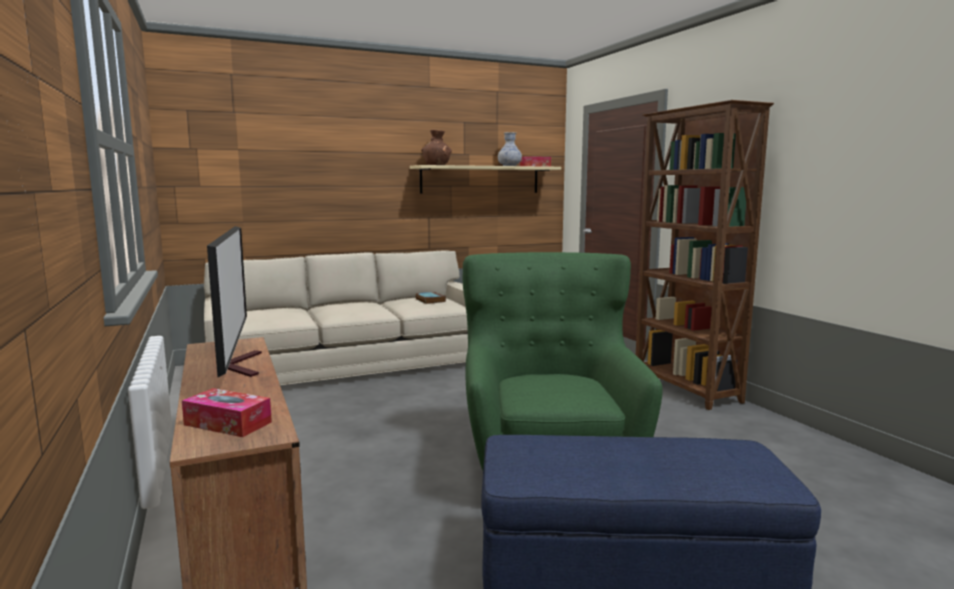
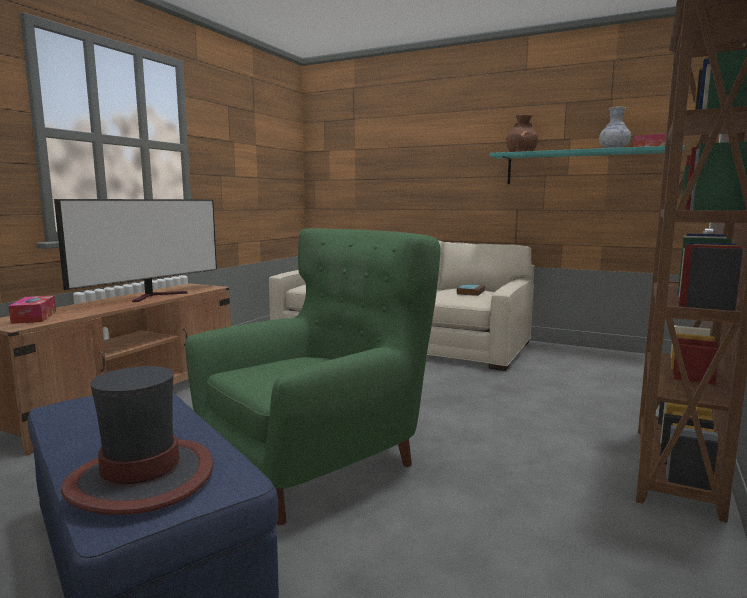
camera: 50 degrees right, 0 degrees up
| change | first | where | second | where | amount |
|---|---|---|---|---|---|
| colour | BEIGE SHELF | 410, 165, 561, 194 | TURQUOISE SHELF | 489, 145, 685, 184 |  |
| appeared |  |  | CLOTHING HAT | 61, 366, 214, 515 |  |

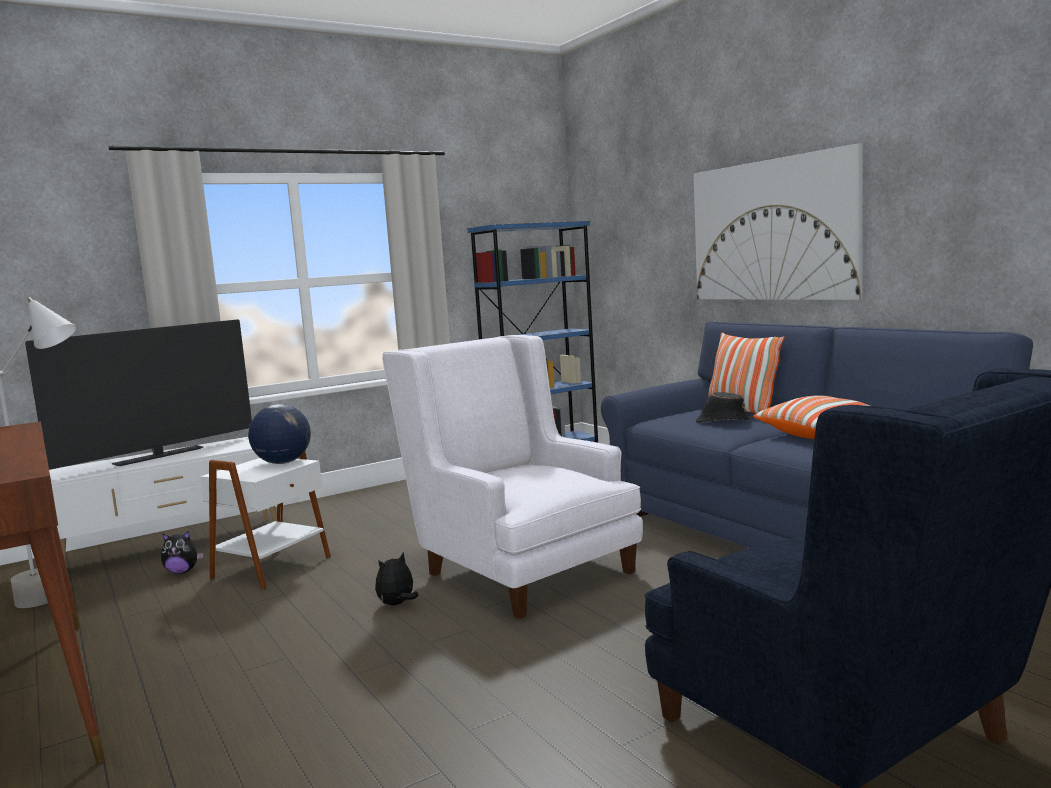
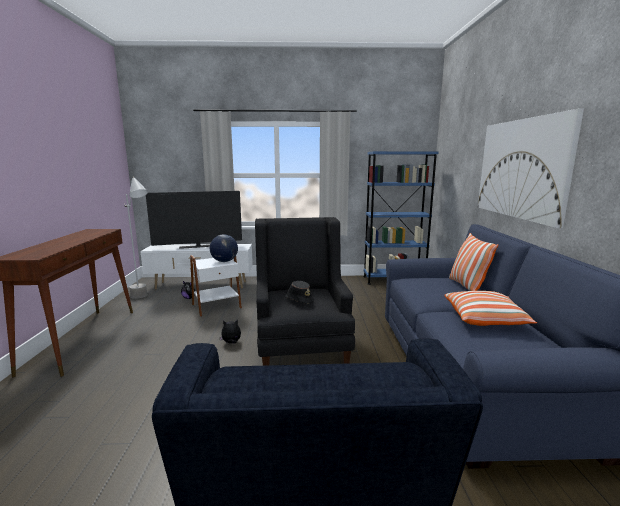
camera: 30 degrees right, 5 degrees up
| change | first | where | second | where | amount |
|---|---|---|---|---|---|
| colour | WHITISH ARMCHAIR | 382, 335, 643, 619 | BLACK ARMCHAIR | 255, 217, 355, 366 |  |
| relocated | BLACK CLOTHING HAT | 696, 392, 750, 423 |  | 285, 281, 314, 304 |  |

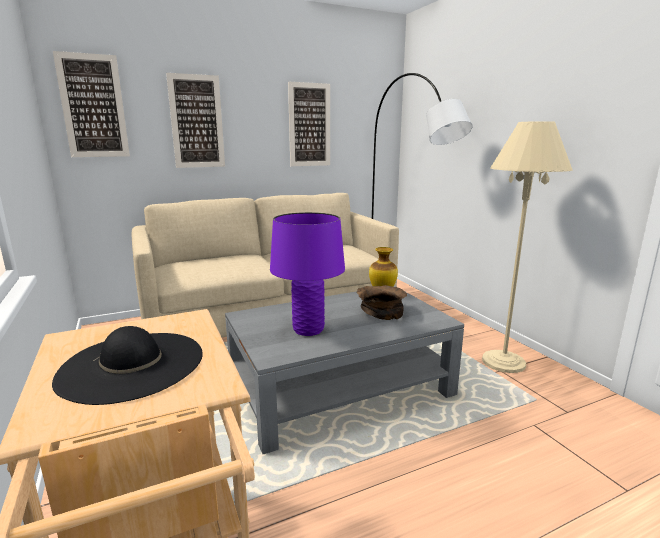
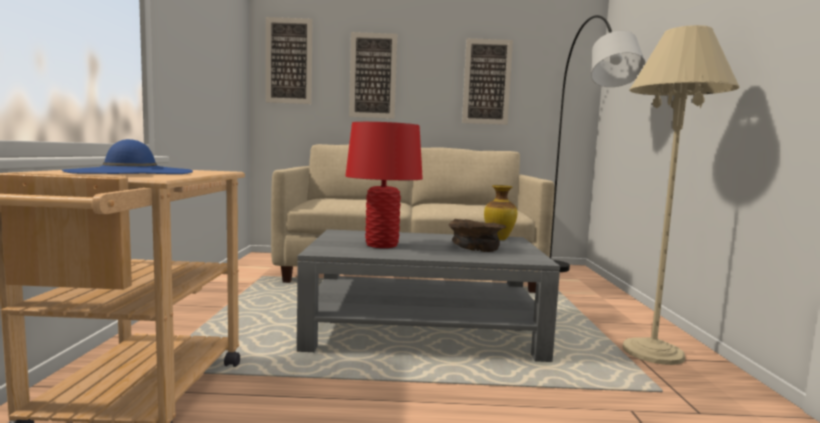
camera: 25 degrees right, 10 degrees down
| change | first | where | second | where | amount |
|---|---|---|---|---|---|
| colour | BLACK CLOTHING HAT | 52, 326, 203, 405 | BLUISH CLOTHING HAT | 62, 139, 193, 174 |  |
| colour | PURPLE TABLETOP LAMP | 270, 212, 345, 336 | RED TABLETOP LAMP | 345, 122, 423, 248 |  |

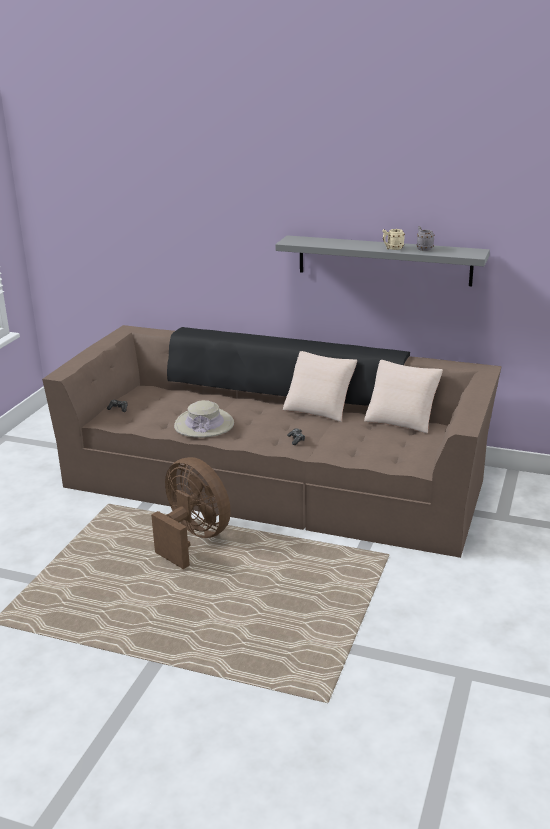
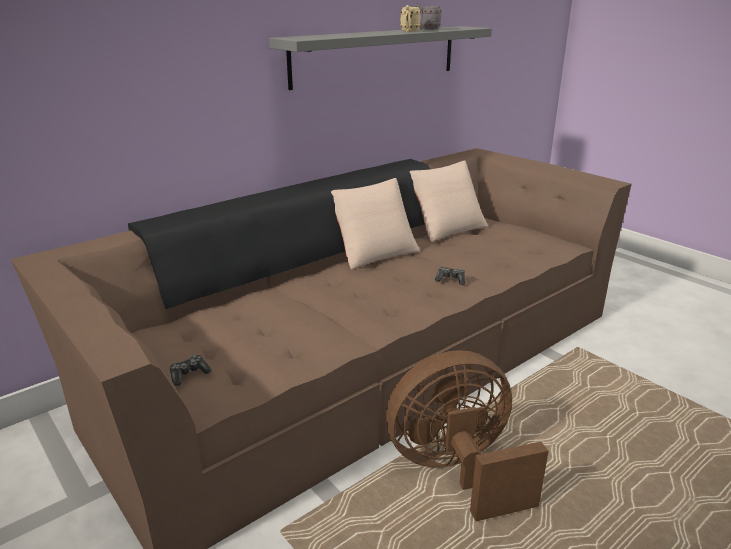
camera: 60 degrees left, 0 degrees up
| change | first | where | second | where | amount |
|---|---|---|---|---|---|
| missing | BEIGE CLOTHING HAT | 174, 400, 234, 438 |  |  |  |

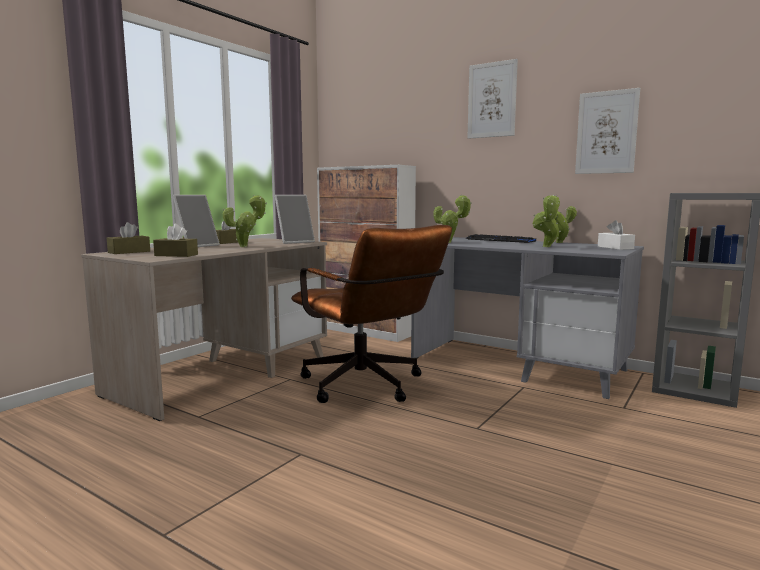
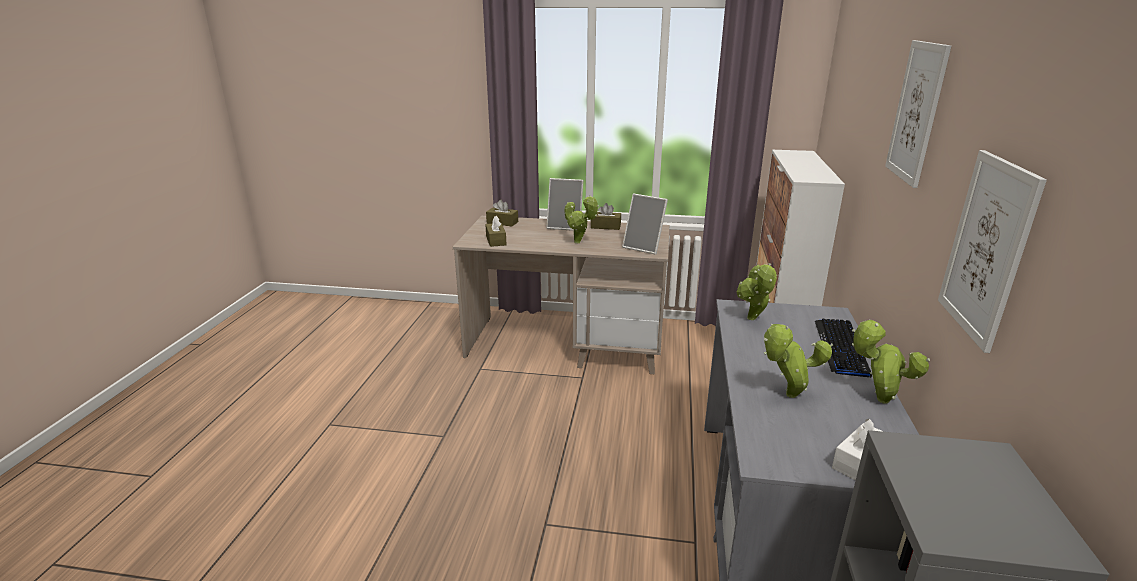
camera: 65 degrees right, 15 degrees up
| change | first | where | second | where | amount |
|---|---|---|---|---|---|
| missing | BROWN OFFICE CHAIR | 291, 225, 452, 403 |  |  |  |

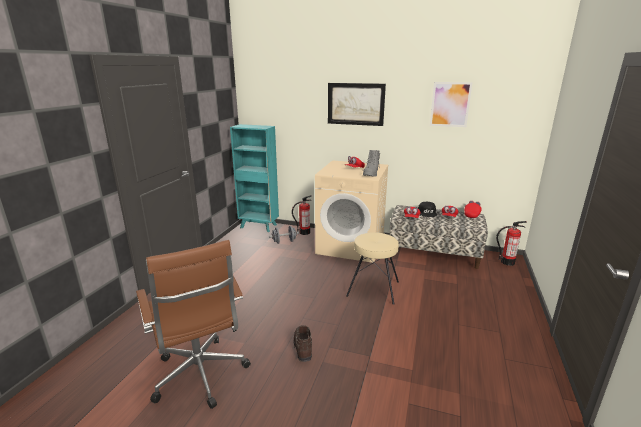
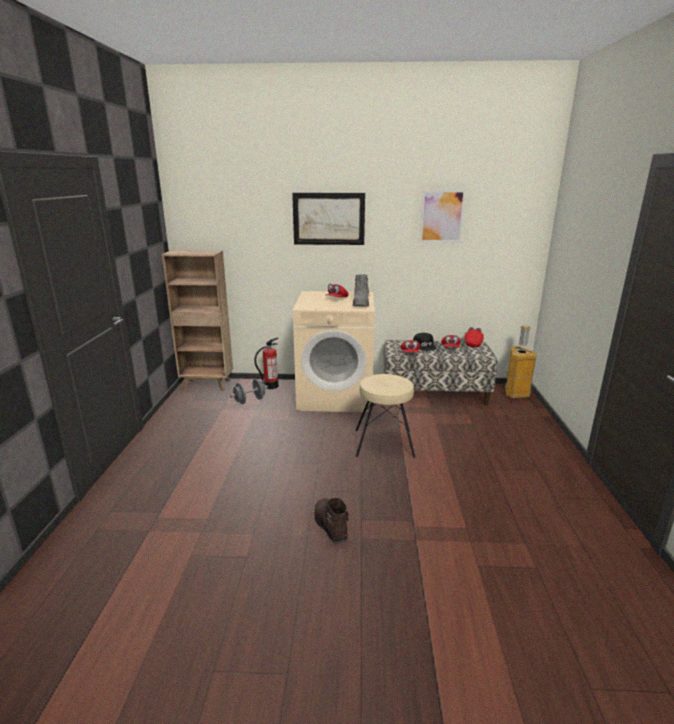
camera: 15 degrees left, 0 degrees up
| change | first | where | second | where | amount |
|---|---|---|---|---|---|
| missing | BROWN OFFICE CHAIR | 136, 240, 251, 409 |  |  |  |
| colour | TURQUOISE BOOKCASE | 230, 124, 279, 232 | BROWN BOOKCASE | 162, 250, 233, 391 |  |
| exchanged | FIRE-FIGHTING CYLINDER | 496, 221, 526, 266 | TRASH CAN | 505, 325, 537, 398 |  |

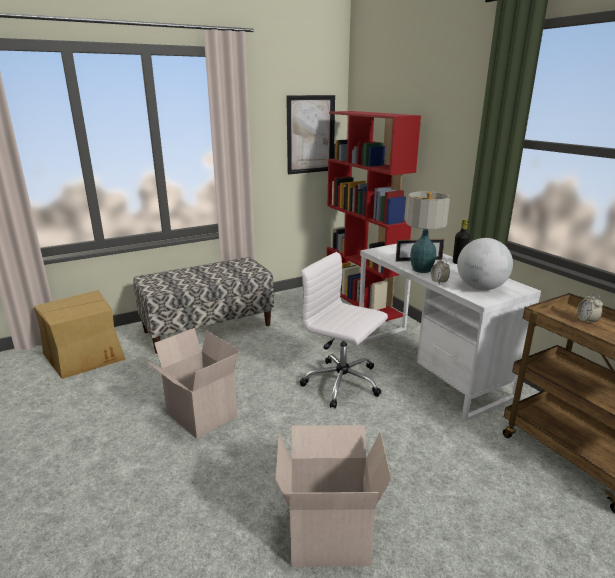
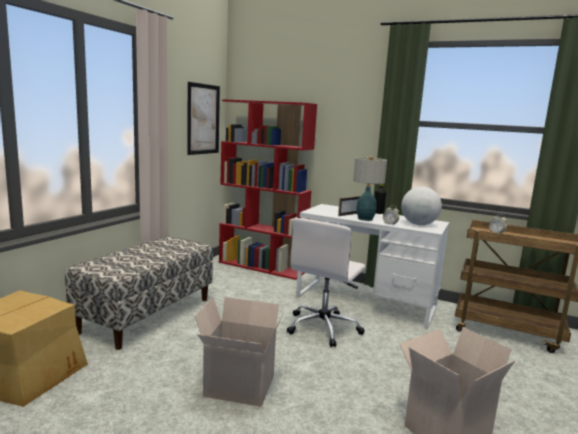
camera: 35 degrees left, 10 degrees down
| change | first | where | second | where | amount |
|---|---|---|---|---|---|
| spun | WHITISH OFFICE CHAIR | 300, 252, 388, 408 |  | 287, 218, 366, 347 | 60 degrees counterclockwise |

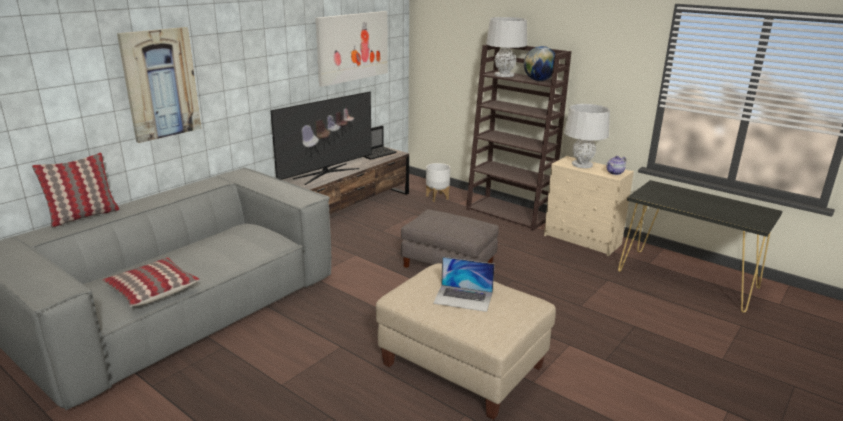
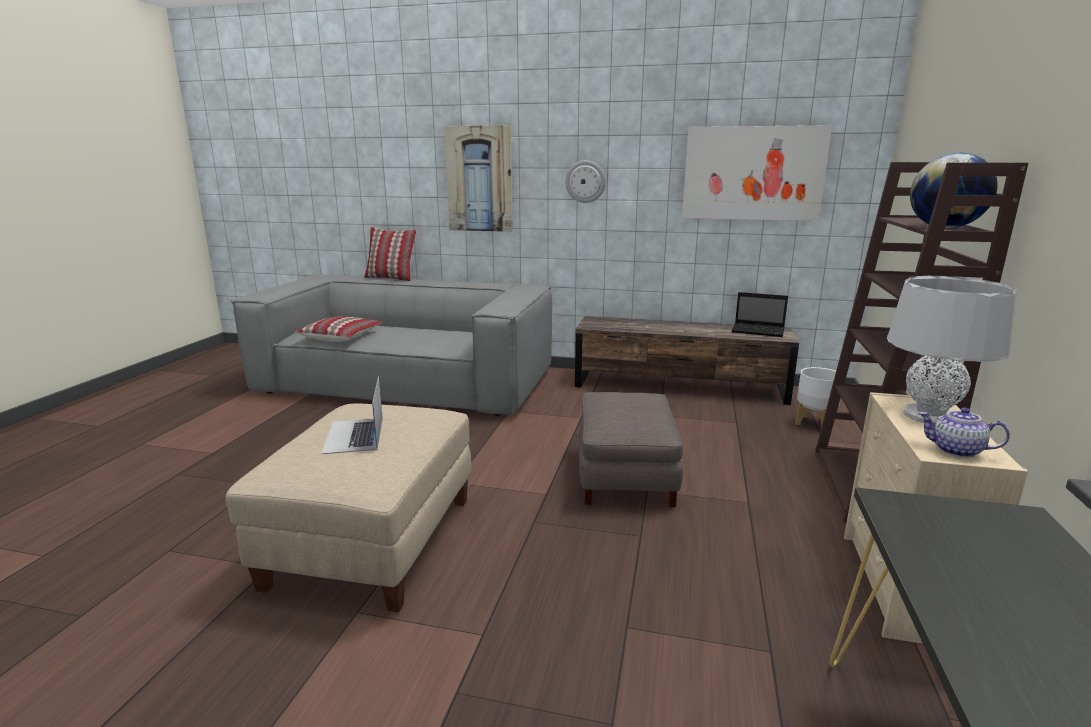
camera: 65 degrees right, 5 degrees down
| change | first | where | second | where | amount |
|---|---|---|---|---|---|
| missing | TV SET | 271, 92, 372, 185 |  |  |  |
| missing | GRAY TABLETOP LAMP | 486, 17, 527, 77 |  |  |  |
| appeared |  |  | CLOCK ON THE WALL | 565, 160, 606, 203 |  |

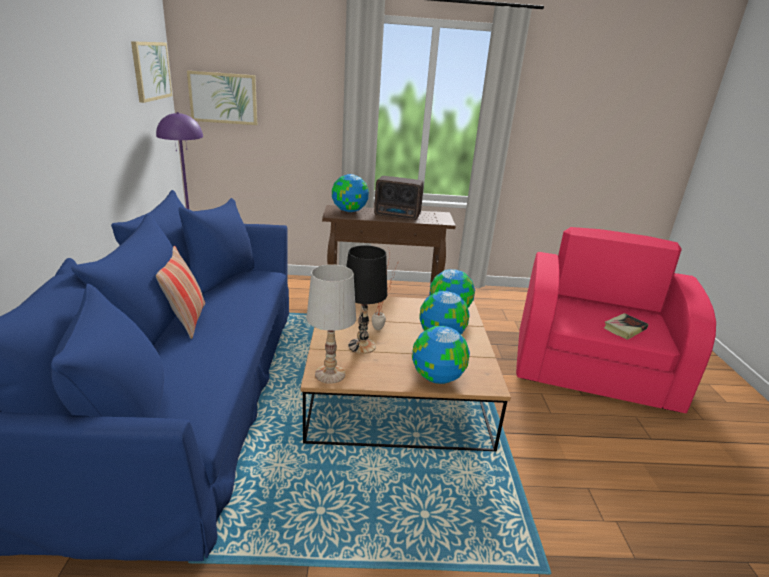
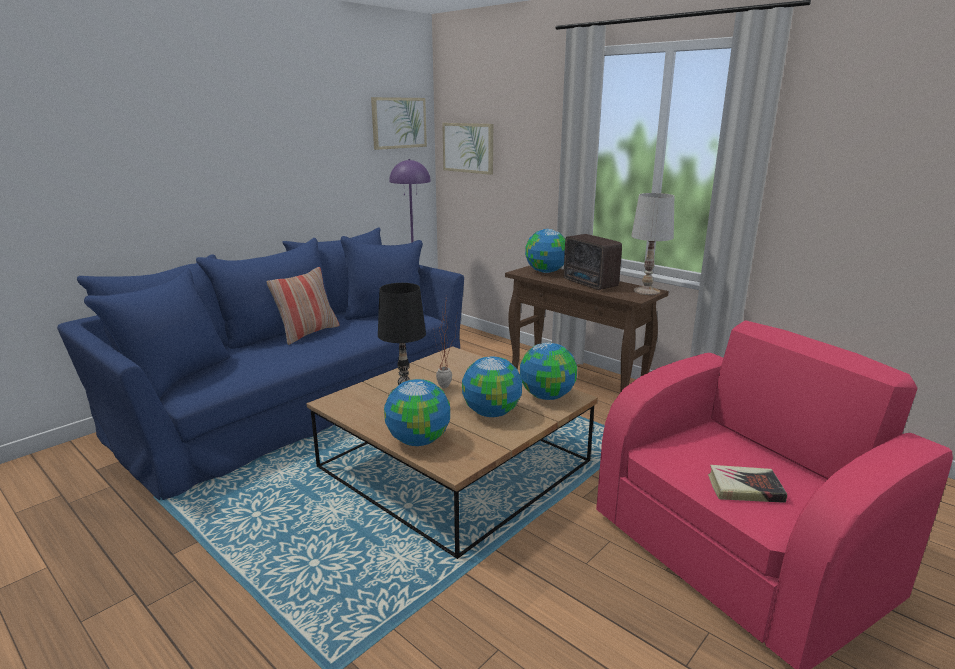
camera: 45 degrees right, 5 degrees down
| change | first | where | second | where | amount |
|---|---|---|---|---|---|
| relocated | WHITISH TABLETOP LAMP | 306, 264, 356, 384 |  | 631, 193, 674, 295 |  |

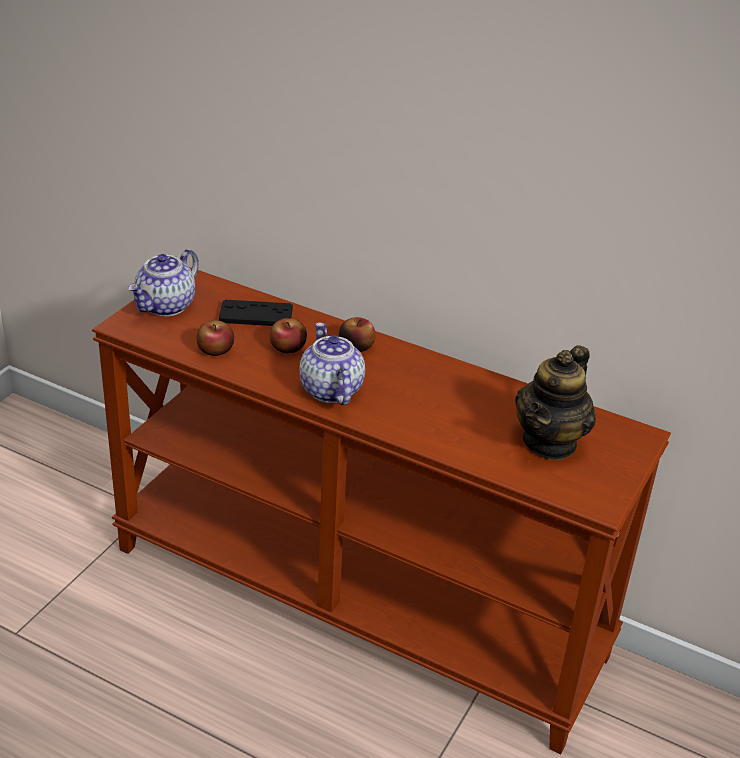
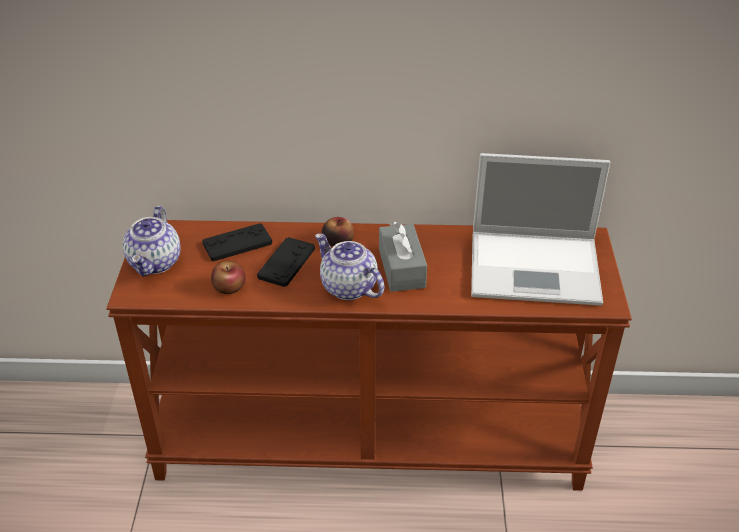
camera: 25 degrees left, 5 degrees up
| change | first | where | second | where | amount |
|---|---|---|---|---|---|
| exchanged | APPLE FRUIT | 270, 318, 307, 353 | BLACK GAME CONTROLLER | 257, 237, 315, 287 |  |
| exchanged | POT FOR TEA | 515, 345, 596, 460 | PORTABLE COMPUTER | 471, 153, 610, 306 |  |
| appeared |  |  | GRAY TISSUE HOLDER | 379, 221, 427, 292 |  |

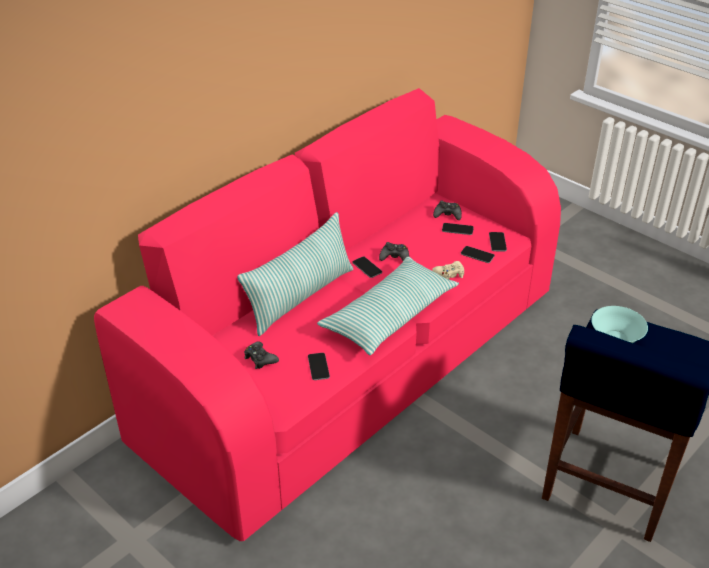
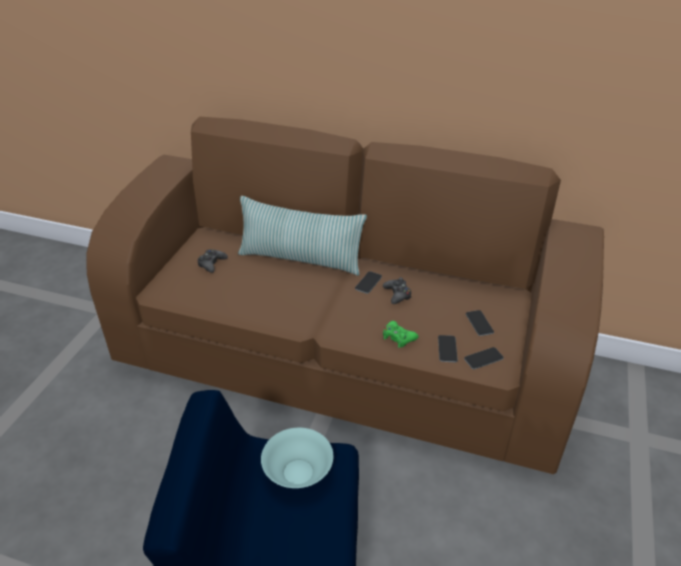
camera: 65 degrees right, 0 degrees up
| change | first | where | second | where | amount |
|---|---|---|---|---|---|
| colour | PINKISH SOFA | 94, 88, 561, 541 | BROWN SOFA | 86, 117, 604, 474 |  |
| missing | TELEPHONE | 308, 353, 330, 380 |  |  |  |
| missing | CUSHION | 317, 257, 459, 355 |  |  |  |
| colour | BEIGE GAME CONTROLLER | 432, 261, 464, 279 | GREEN GAME CONTROLLER | 383, 321, 418, 348 |  |
| missing | BLACK GAME CONTROLLER | 433, 200, 462, 220 |  |  |  |

